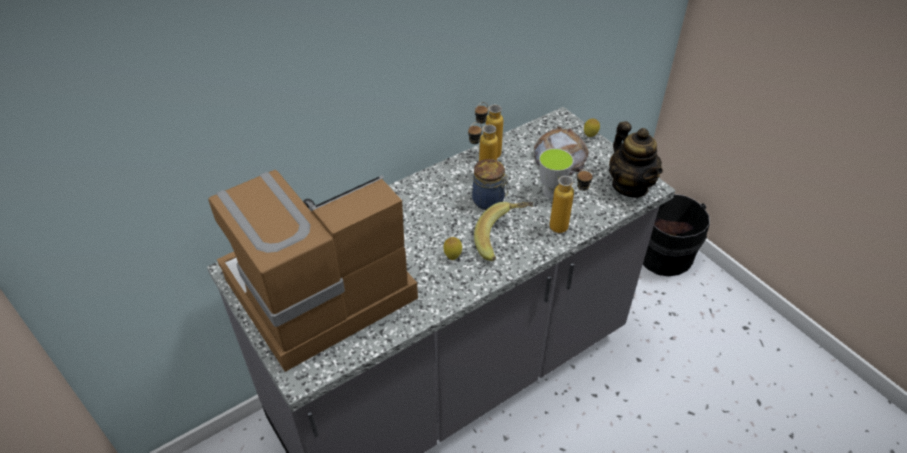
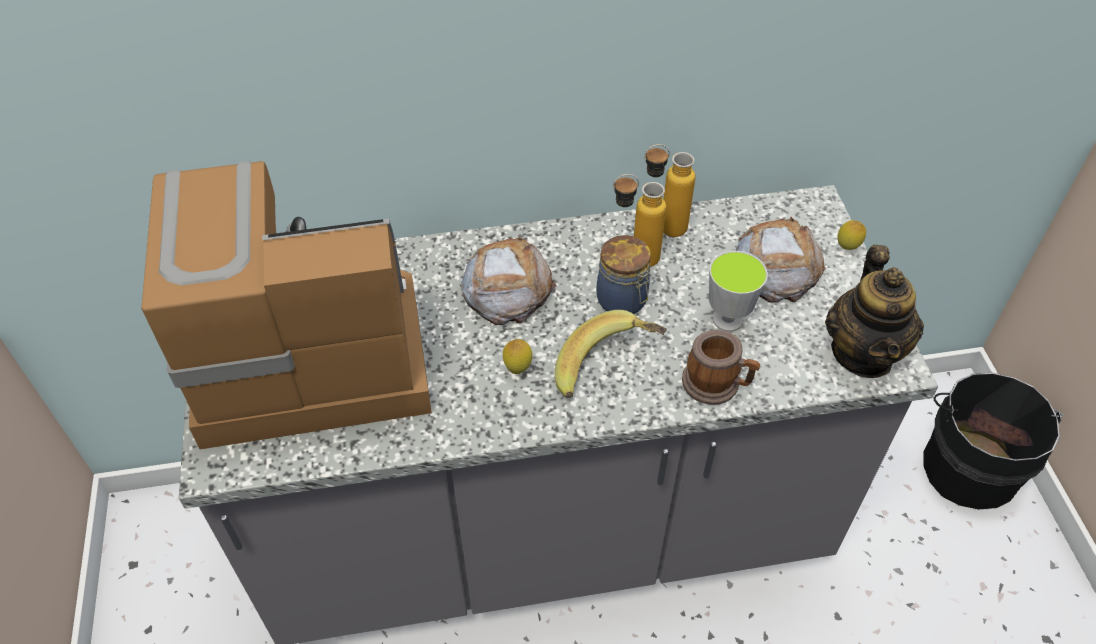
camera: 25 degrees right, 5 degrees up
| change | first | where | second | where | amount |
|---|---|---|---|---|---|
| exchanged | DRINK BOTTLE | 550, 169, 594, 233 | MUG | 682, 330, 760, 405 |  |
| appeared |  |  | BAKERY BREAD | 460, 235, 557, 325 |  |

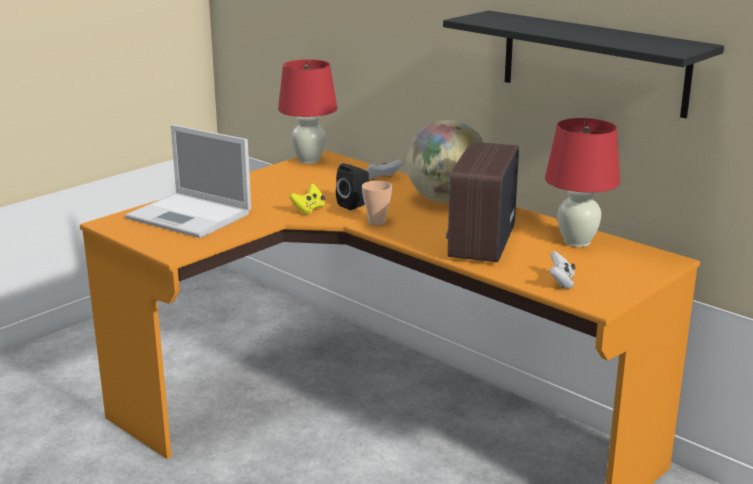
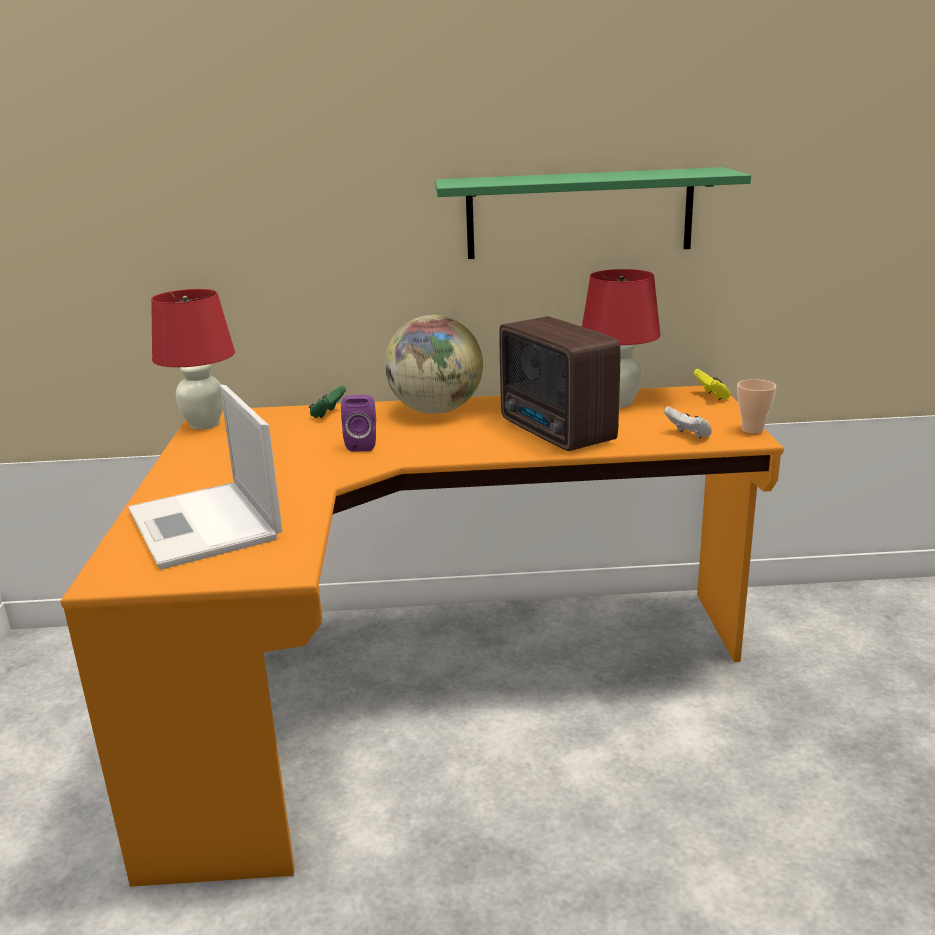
camera: 45 degrees left, 0 degrees up
| change | first | where | second | where | amount |
|---|---|---|---|---|---|
| spun | PORTABLE COMPUTER | 125, 124, 251, 238 |  | 128, 385, 283, 570 | 75 degrees clockwise |
| relocated | YELLOW-COLOURED GAME CONTROLLER | 289, 184, 325, 214 |  | 693, 369, 731, 400 |  |
| colour | BLACK AUDIO SPEAKER | 336, 163, 369, 210 | PURPLE AUDIO SPEAKER | 341, 395, 376, 452 |  |
| relocated | SMALL CUP | 362, 181, 392, 225 |  | 737, 379, 776, 434 |  |
| colour | WHITISH GAME CONTROLLER | 366, 160, 402, 180 | GREEN GAME CONTROLLER | 309, 385, 346, 418 |  |
| colour | BLACK SHELF | 443, 10, 724, 118 | GREEN SHELF | 435, 167, 751, 259 |  |

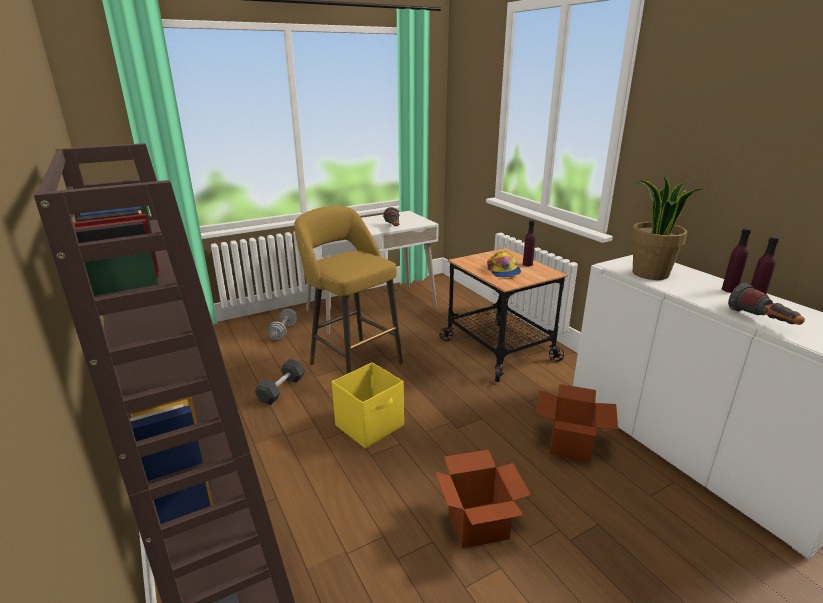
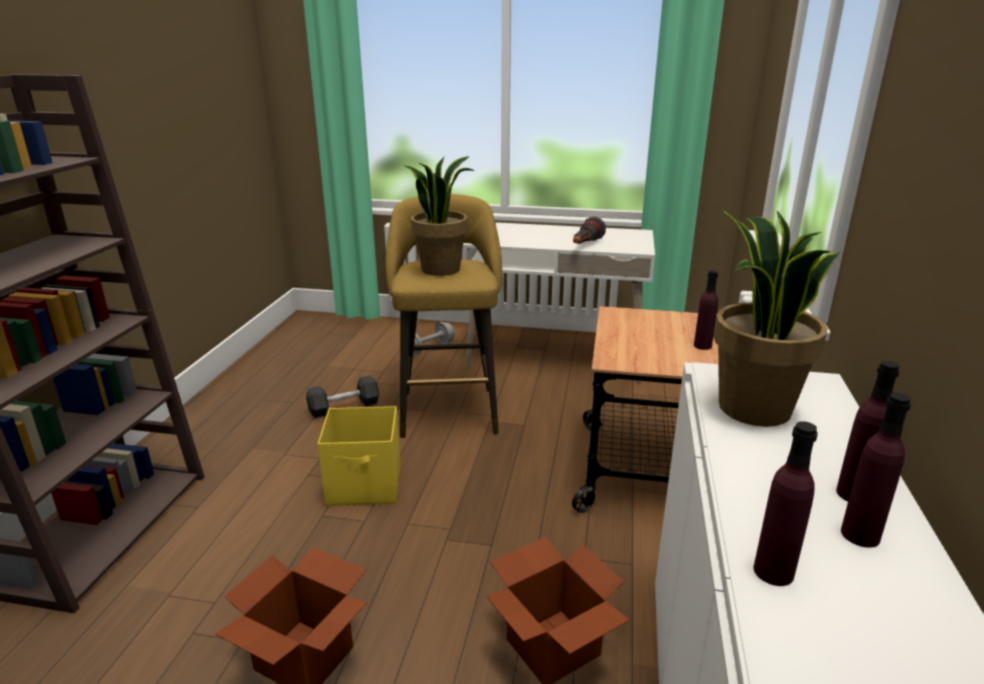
camera: 40 degrees right, 0 degrees up
| change | first | where | second | where | amount |
|---|---|---|---|---|---|
| missing | PEAKED CAP | 487, 251, 521, 277 |  |  |  |
| exchanged | TORCH | 728, 283, 805, 325 | PURPLE DRINK BOTTLE | 754, 421, 818, 586 |  |
| appeared |  |  | POTTED PLANT | 403, 156, 475, 276 |  |

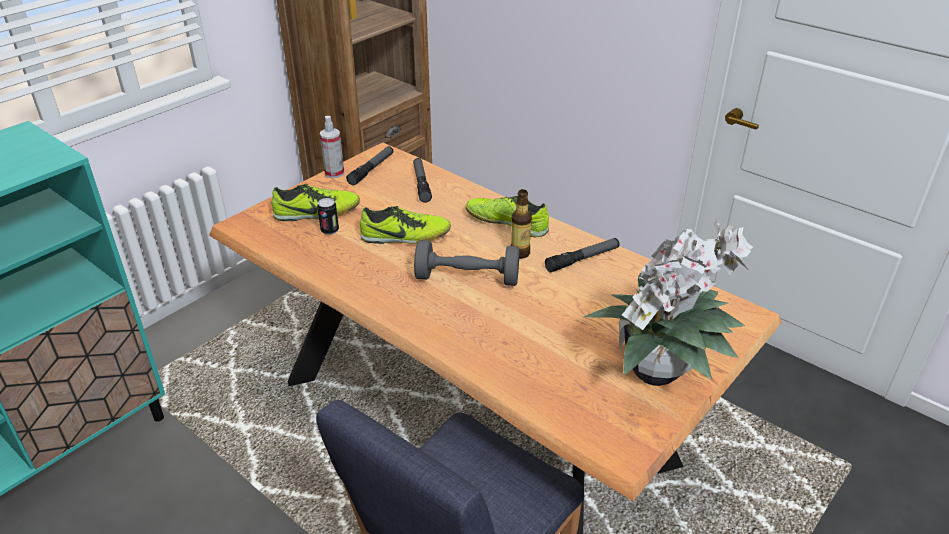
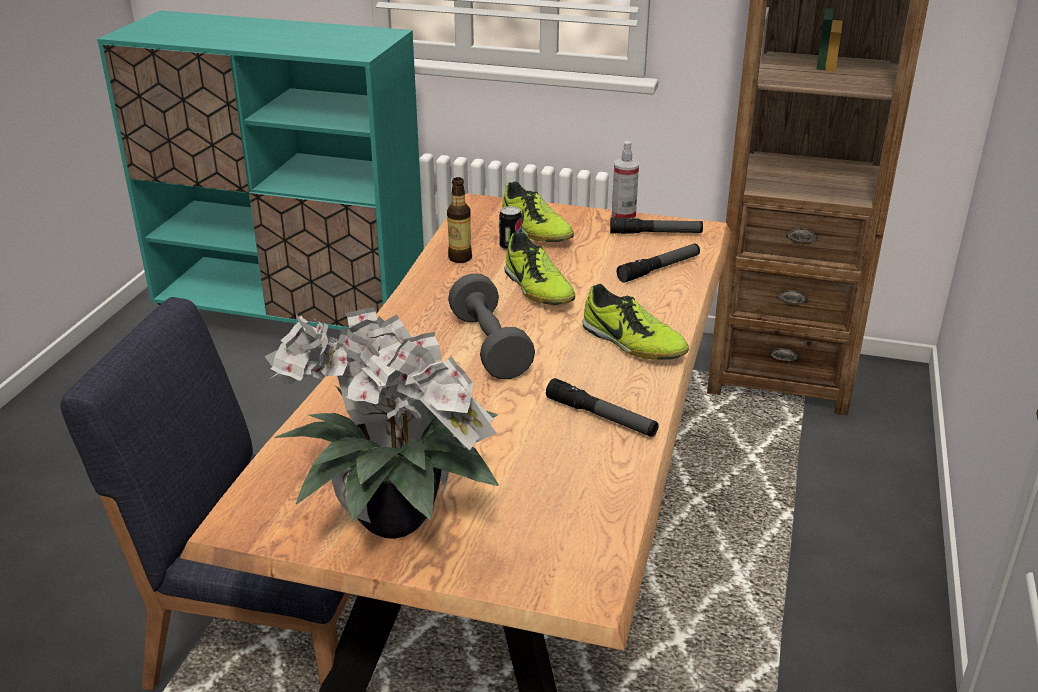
camera: 65 degrees right, 5 degrees down
| change | first | where | second | where | amount |
|---|---|---|---|---|---|
| spun | LOW SHOE | 466, 196, 549, 237 |  | 583, 283, 689, 360 | 135 degrees clockwise |
| relocated | DRINK BOTTLE | 511, 189, 532, 259 |  | 447, 177, 472, 263 |  |

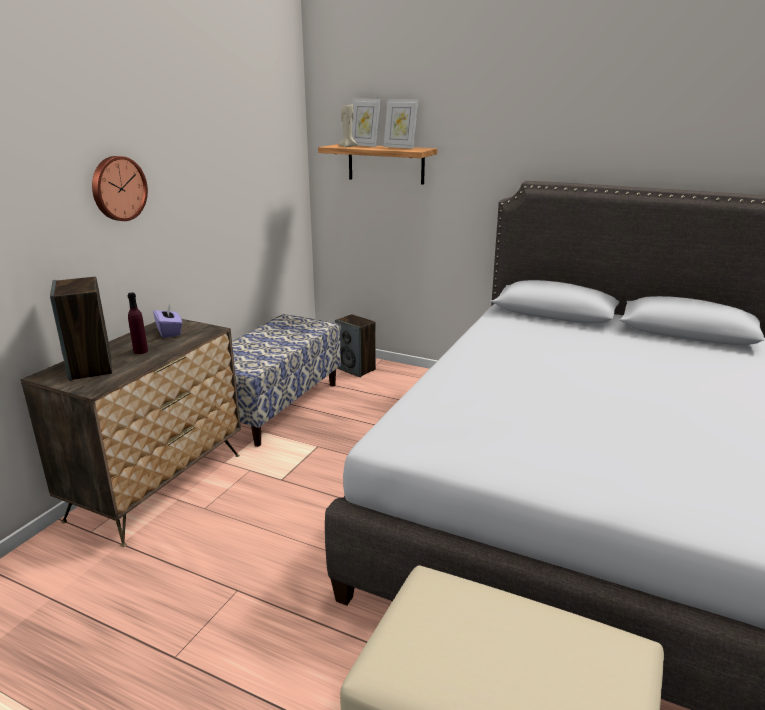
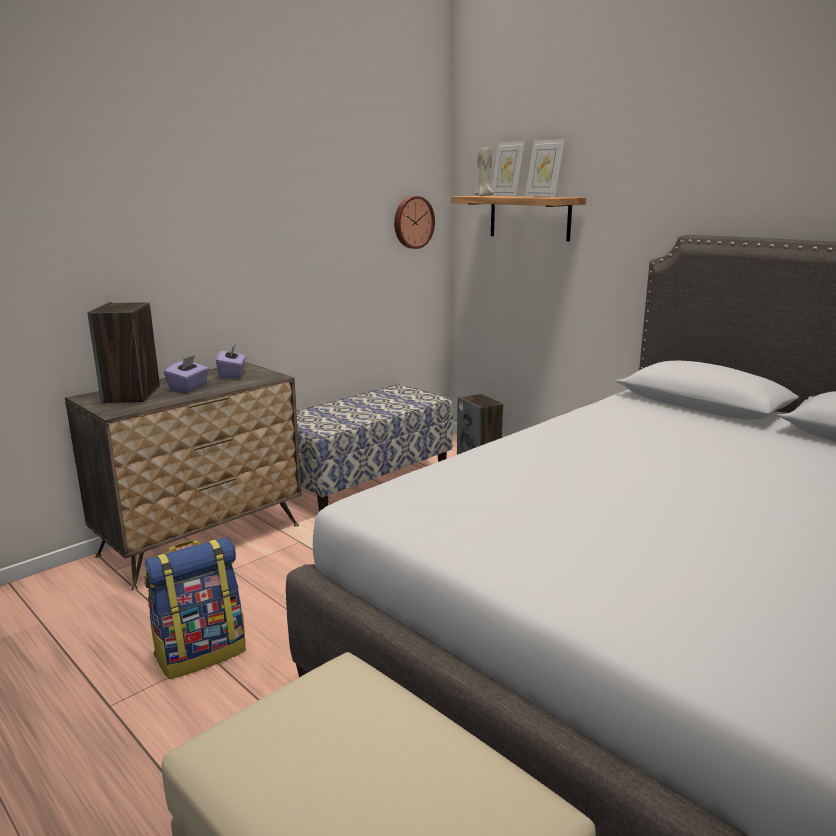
camera: 20 degrees right, 5 degrees down
| change | first | where | second | where | amount |
|---|---|---|---|---|---|
| relocated | CLOCK ON THE WALL | 92, 156, 148, 221 |  | 394, 196, 435, 249 |  |
| exchanged | PURPLE DRINK BOTTLE | 128, 293, 148, 354 | PURPLE TISSUE HOLDER | 164, 355, 209, 392 |  |
| appeared |  |  | BACKPACK | 144, 537, 246, 679 |  |

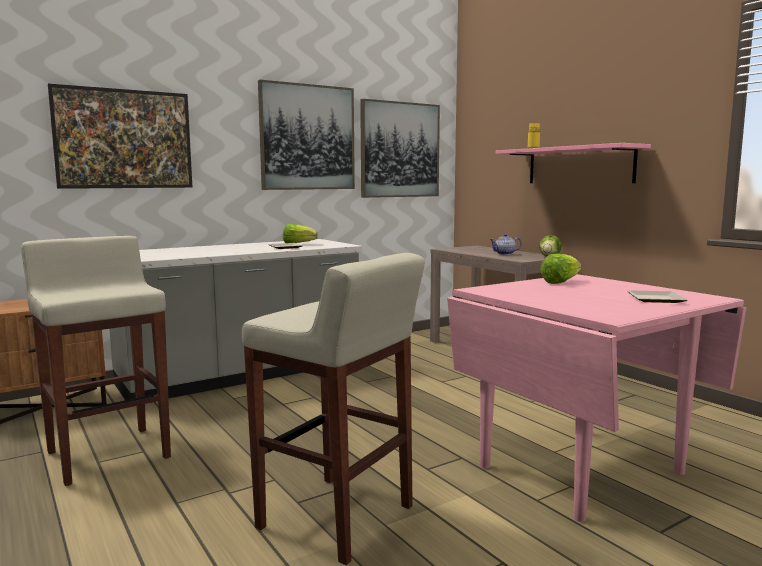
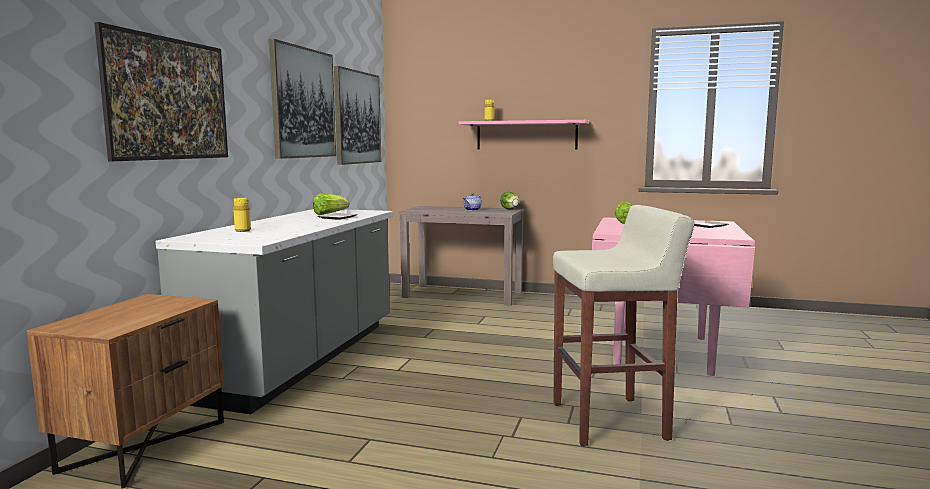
camera: 40 degrees left, 0 degrees up
| change | first | where | second | where | amount |
|---|---|---|---|---|---|
| missing | BEIGE SITTING STOOL | 21, 236, 171, 486 |  |  |  |
| appeared |  |  | YELLOW-COLOURED DRINK BOTTLE | 233, 198, 251, 232 |  |

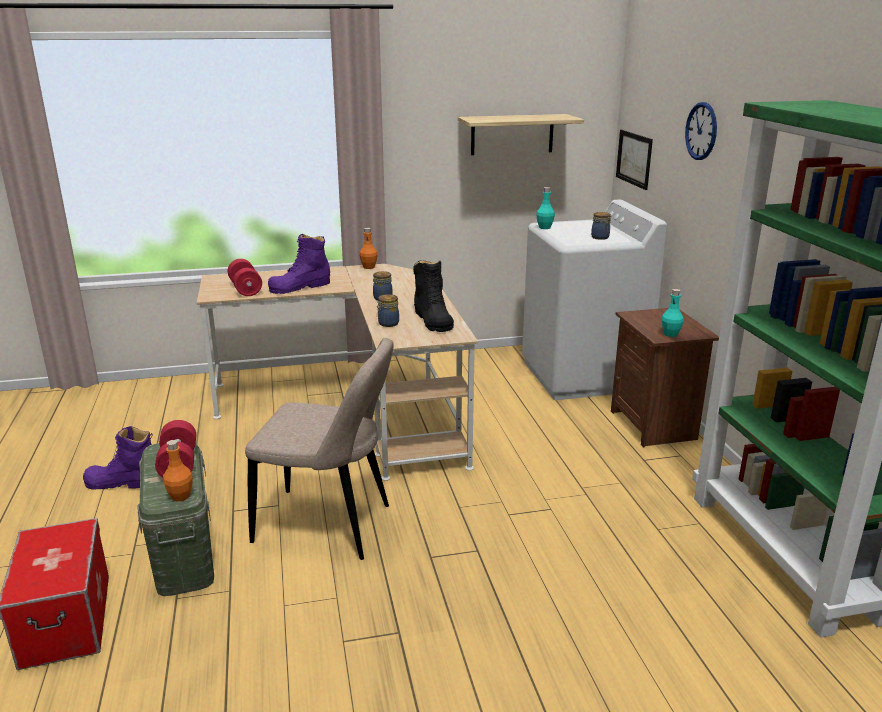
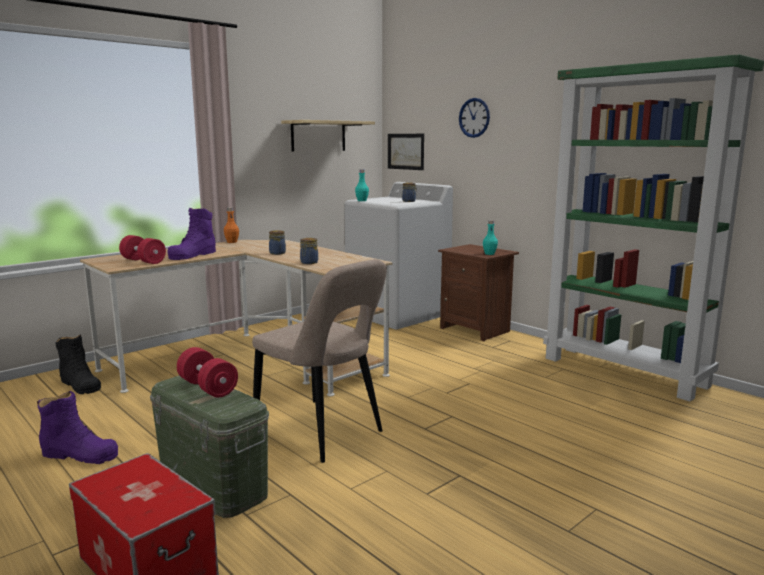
camera: 30 degrees left, 10 degrees down
| change | first | where | second | where | amount |
|---|---|---|---|---|---|
| spun | PURPLE HIGH-TOP BOOT | 83, 426, 153, 490 |  | 37, 391, 118, 464 | 135 degrees counterclockwise |
| missing | ORANGEY DRINK BOTTLE | 163, 440, 193, 502 |  |  |  |
| spun | BEIGE PLAIN CHAIR | 245, 338, 394, 560 |  | 252, 259, 387, 463 | 60 degrees clockwise |
| relocated | BLACK HIGH-TOP BOOT | 413, 261, 454, 332 |  | 56, 334, 101, 394 |  |

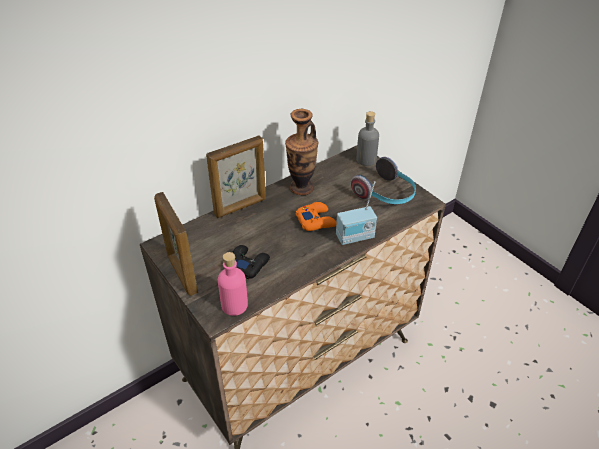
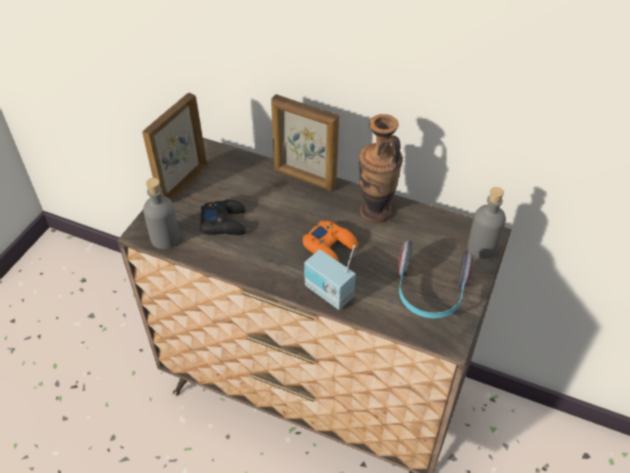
camera: 60 degrees right, 5 degrees up
| change | first | where | second | where | amount |
|---|---|---|---|---|---|
| colour | PINKISH DRINK BOTTLE | 218, 252, 248, 316 | GRAY DRINK BOTTLE | 143, 178, 180, 249 |  |

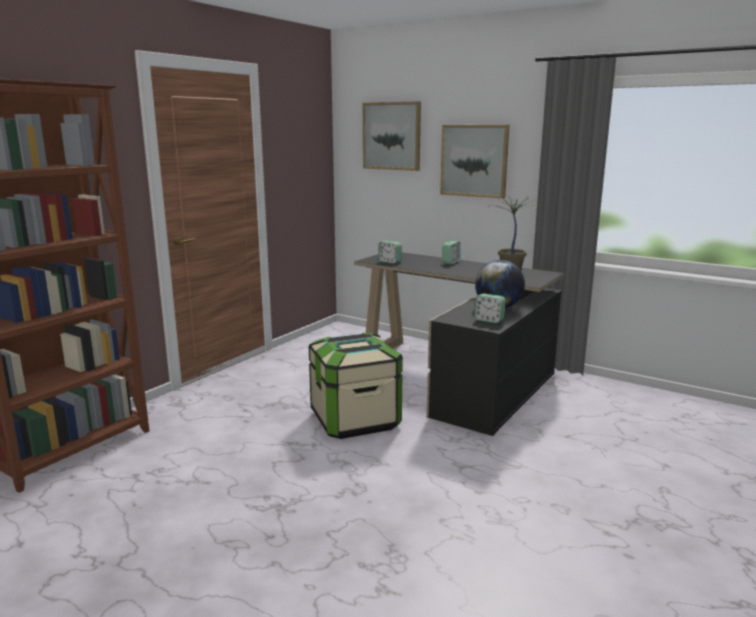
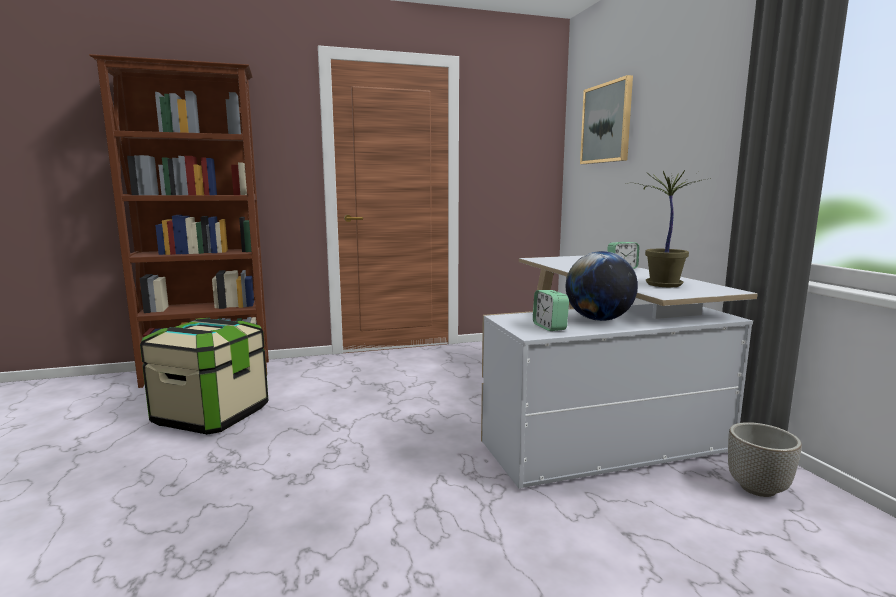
camera: 40 degrees right, 5 degrees down
| change | first | where | second | where | amount |
|---|---|---|---|---|---|
| relocated | STORAGE BOX | 309, 333, 403, 439 |  | 140, 318, 269, 435 |  |
| colour | BLACK DESK | 354, 252, 564, 436 | WHITISH DESK | 481, 256, 757, 489 |  |
| missing | ALARM CLOCK | 378, 241, 402, 264 |  |  |  |
| missing | WALL PICTURE | 440, 125, 510, 199 |  |  |  |
| appeared |  |  | PLANT POT | 728, 422, 802, 497 |  |

